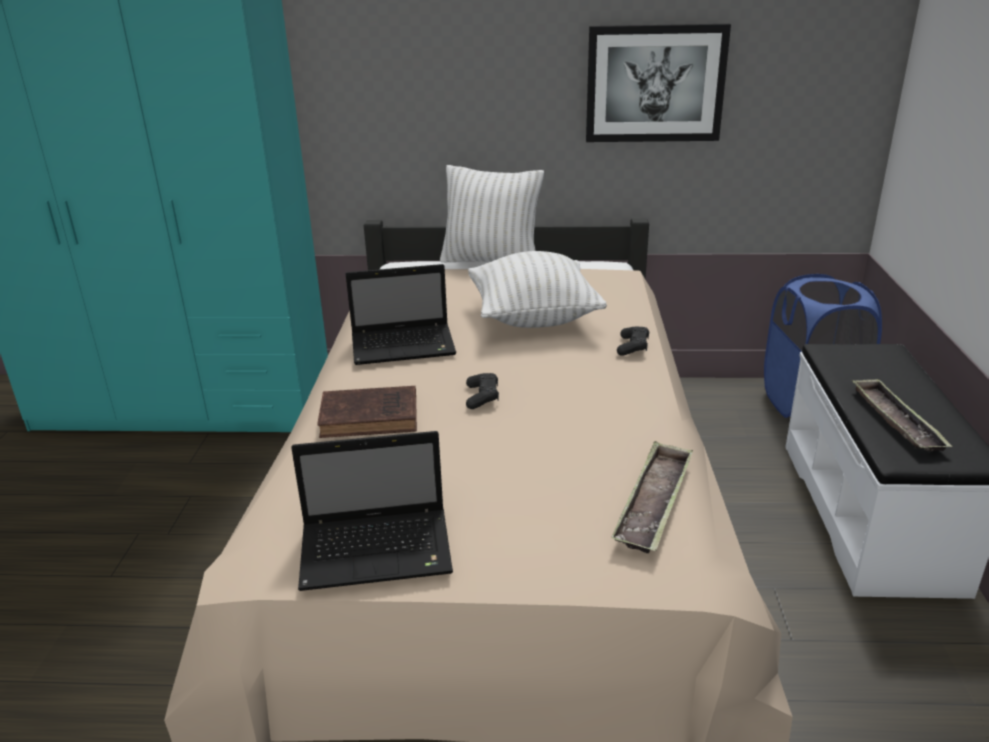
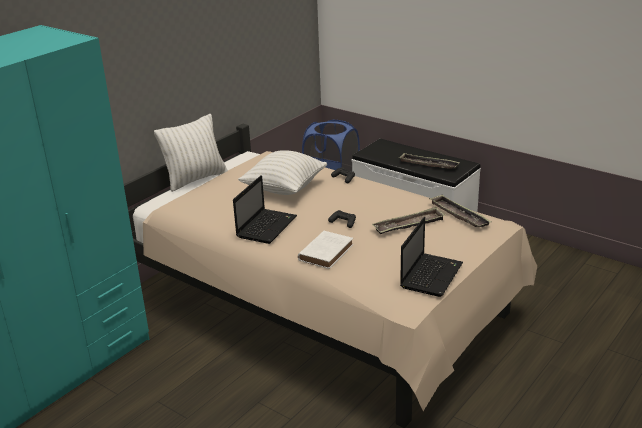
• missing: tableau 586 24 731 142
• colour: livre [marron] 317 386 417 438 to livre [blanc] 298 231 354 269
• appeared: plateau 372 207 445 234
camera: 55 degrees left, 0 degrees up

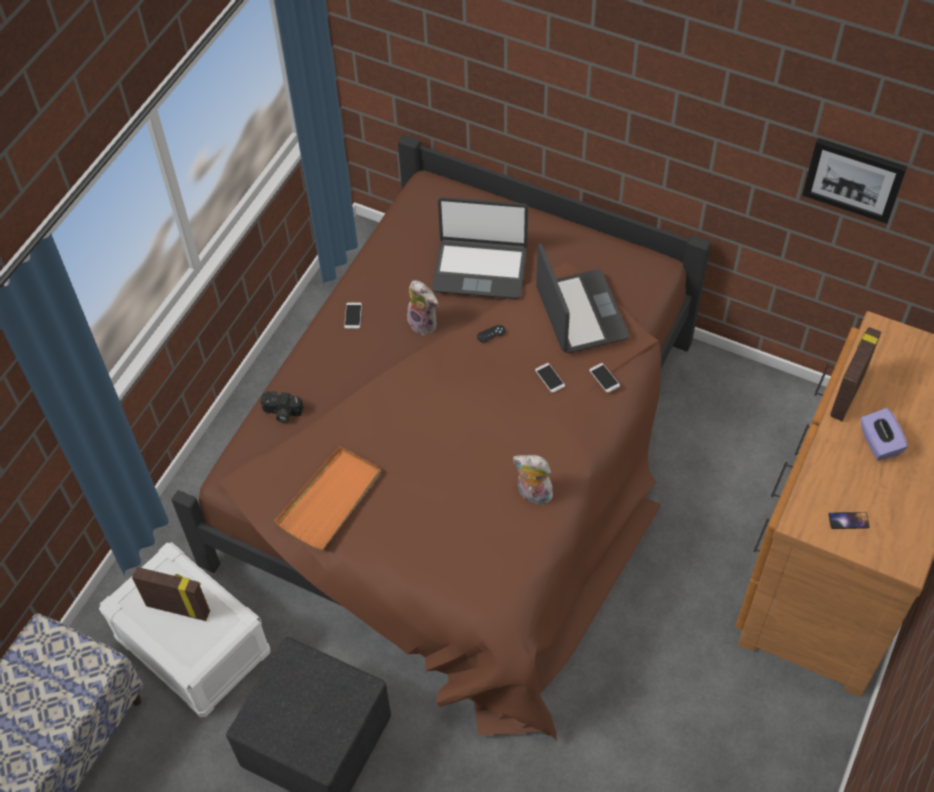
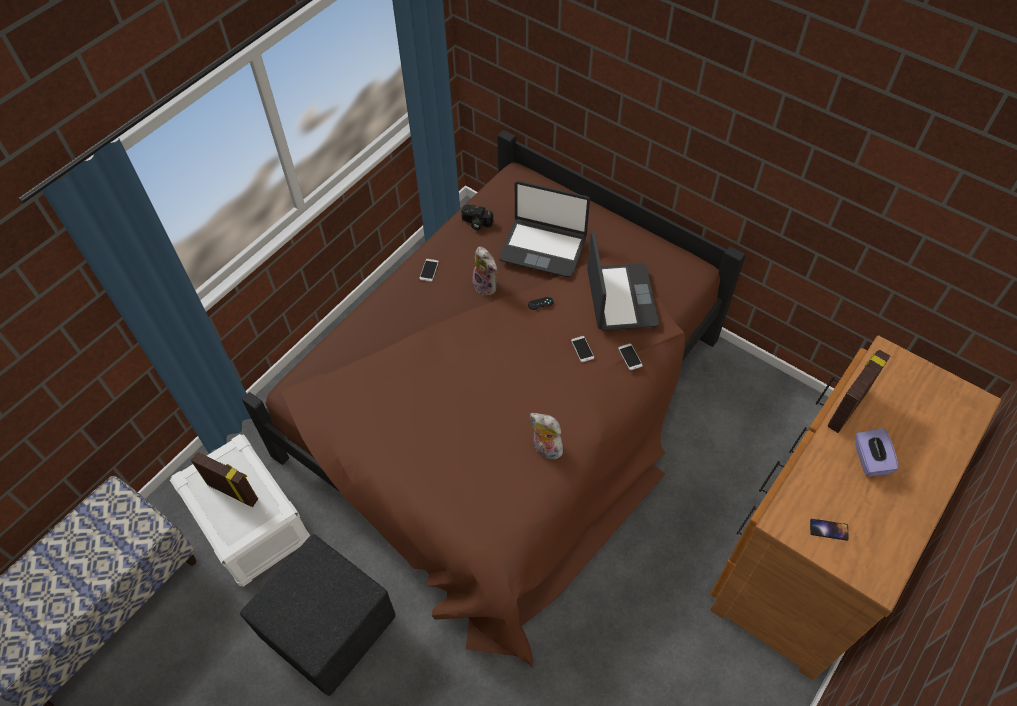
• missing: tableau 802 138 907 224
• relocated: appareil photo 260 391 303 423 to 461 204 494 230
• missing: plateau [orange] 275 446 381 550
camera: 10 degrees right, 0 degrees up

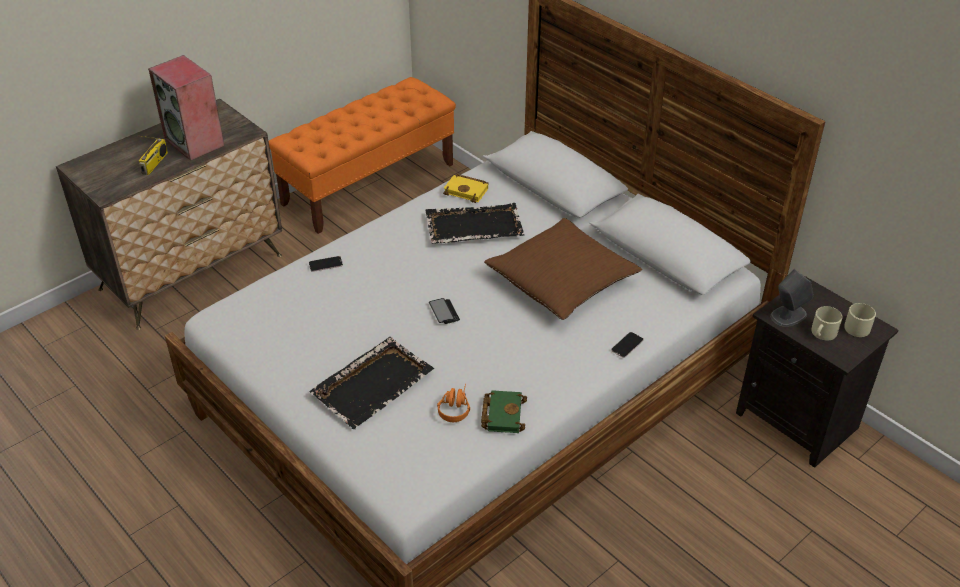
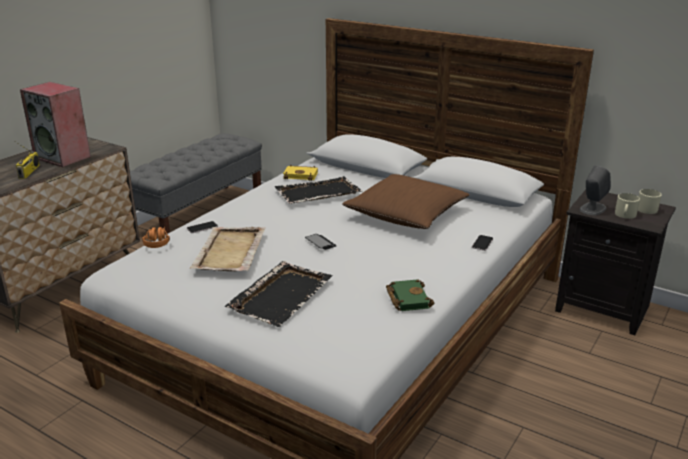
• colour: banc [orange] 269 77 456 234 to banc [gris] 130 133 262 235
• relocated: casque audio [orange] 437 384 470 422 to 142 226 170 248
• appeared: plateau [beige] 190 227 266 271
camera: 15 degrees left, 15 degrees down

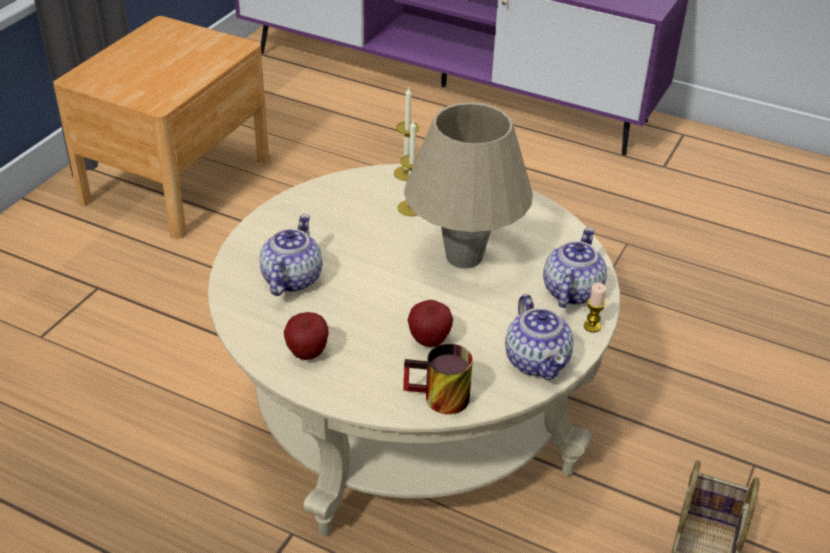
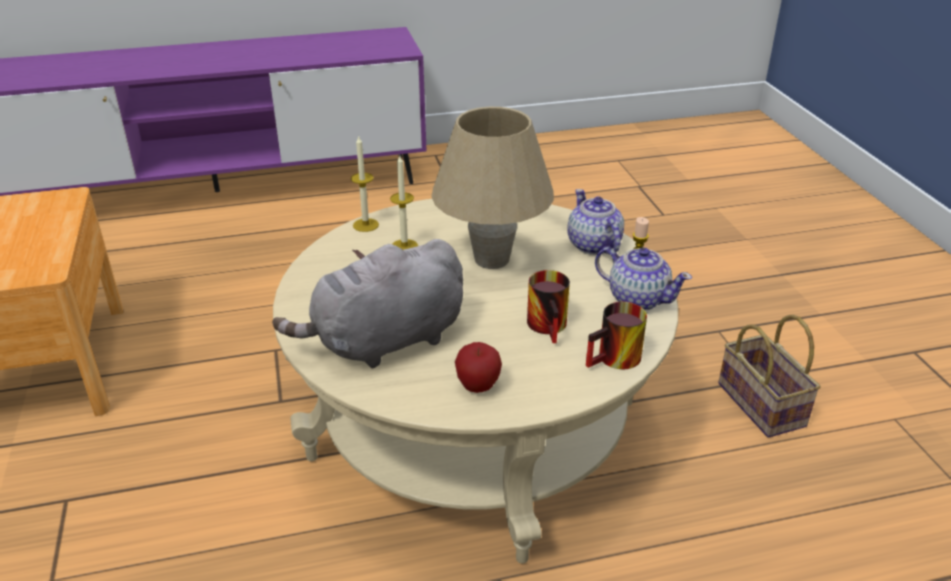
• exchanged: théière 259 214 323 296 to peluche [gris] 272 239 463 368
• exchanged: pomme 408 300 453 347 to mug 527 270 570 343
camera: 40 degrees left, 5 degrees down

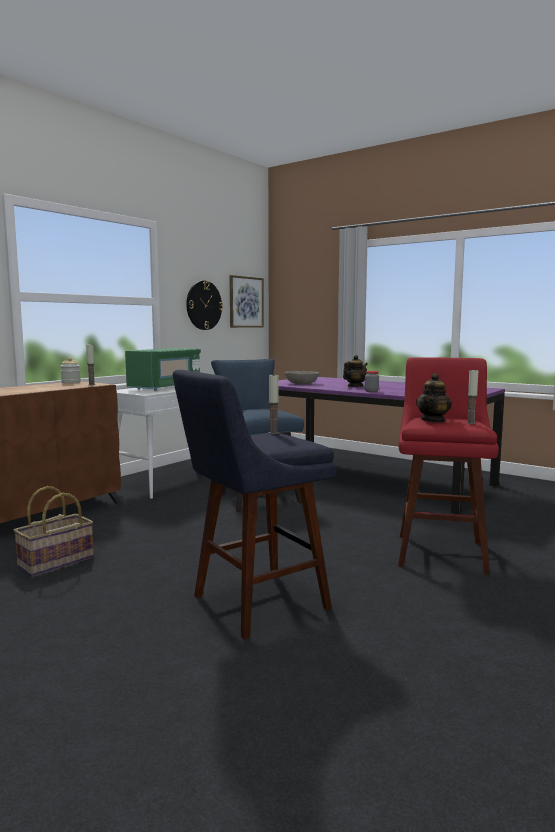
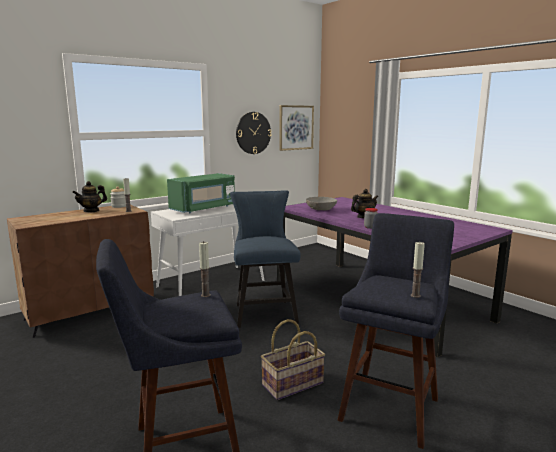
• colour: tabouret [rouge] 398 357 499 575 to tabouret [bleu] 337 213 454 449
• relocated: théière 416 373 452 423 to 72 181 107 213
• relocated: panier 13 486 94 576 to 261 319 325 400
camera: 15 degrees right, 5 degrees up

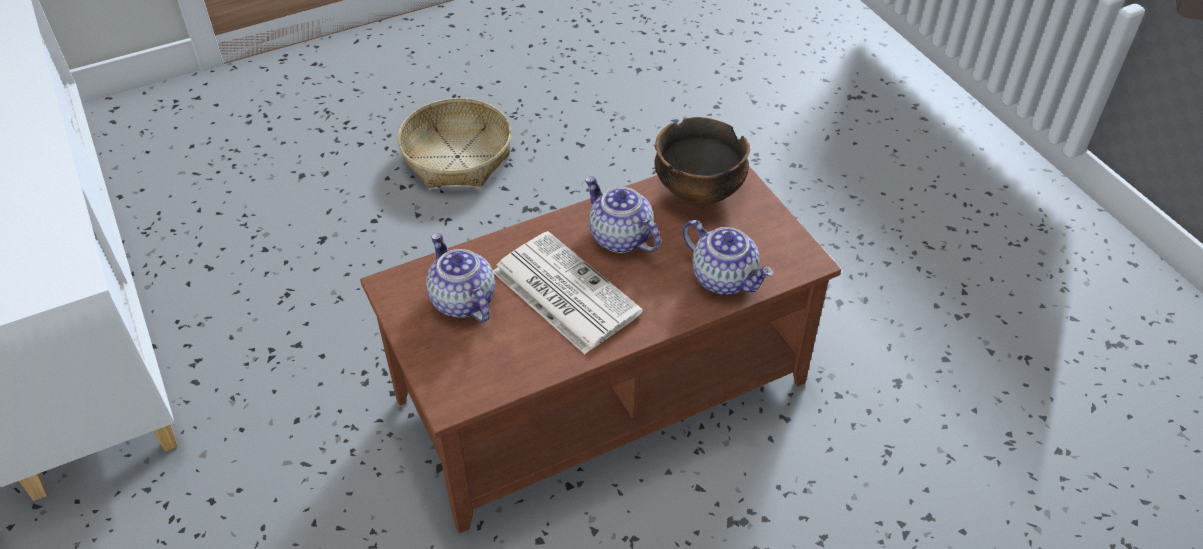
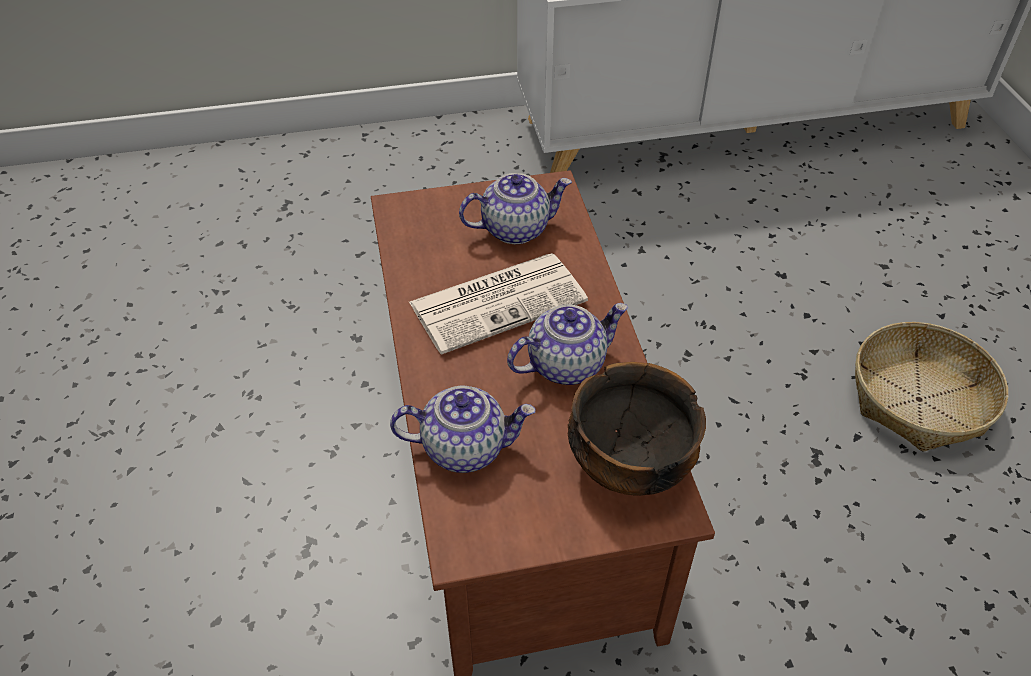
• spun: théière 682 220 774 295 = 390 386 535 473 150 degrees counterclockwise
camera: 105 degrees right, 0 degrees up

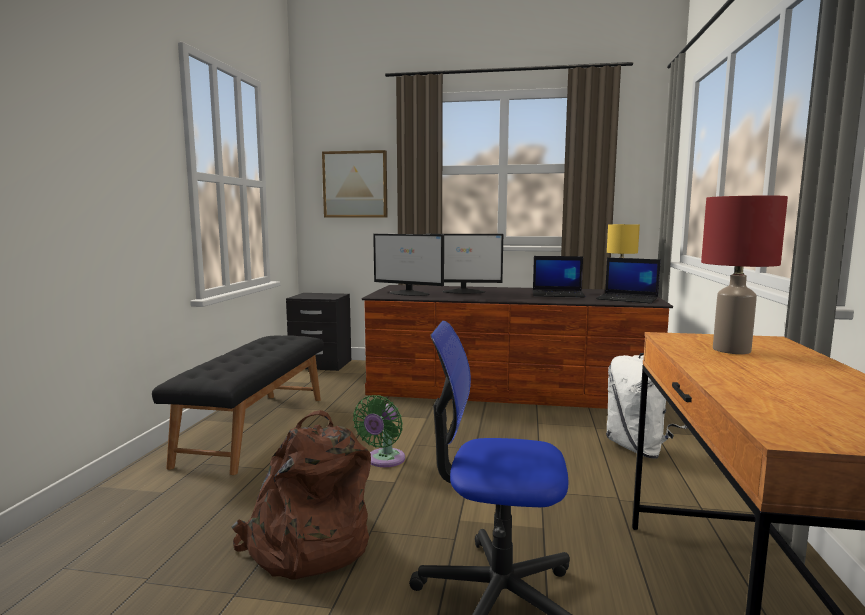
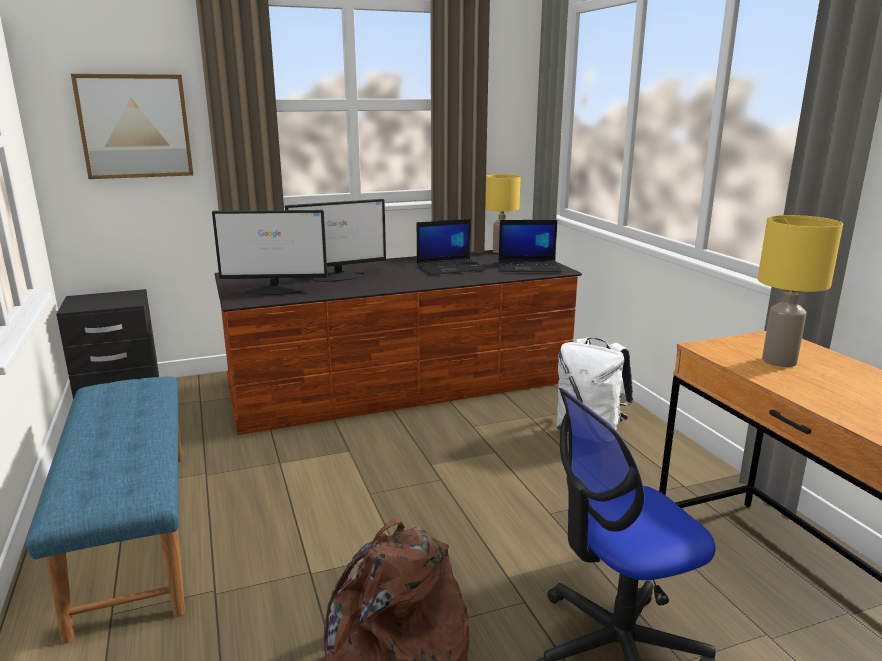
• colour: lampe de table [rouge] 701 196 788 354 to lampe de table [jaune] 757 215 843 367
• colour: banc [noir] 152 335 324 475 to banc [bleu] 26 376 185 643
• missing: ventilateur [vert] 353 395 405 467
camera: 30 degrees left, 10 degrees up

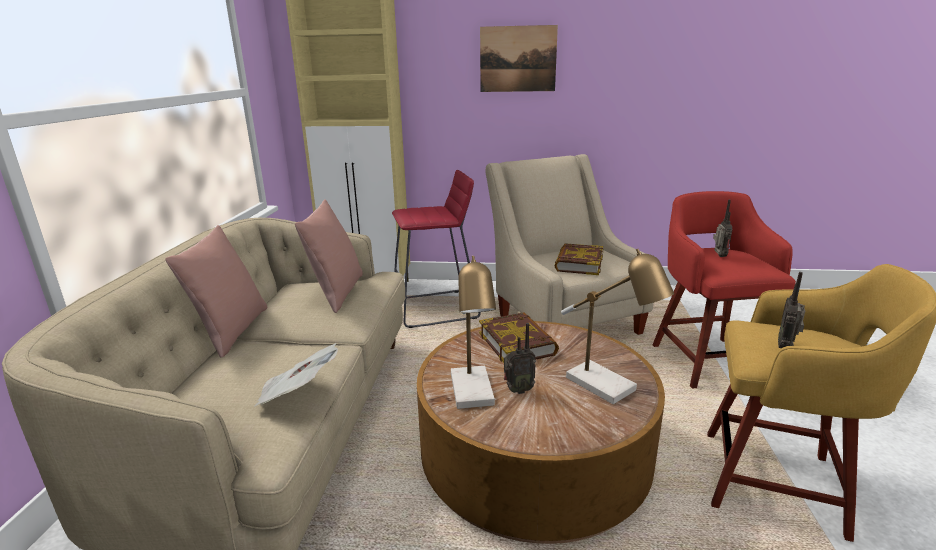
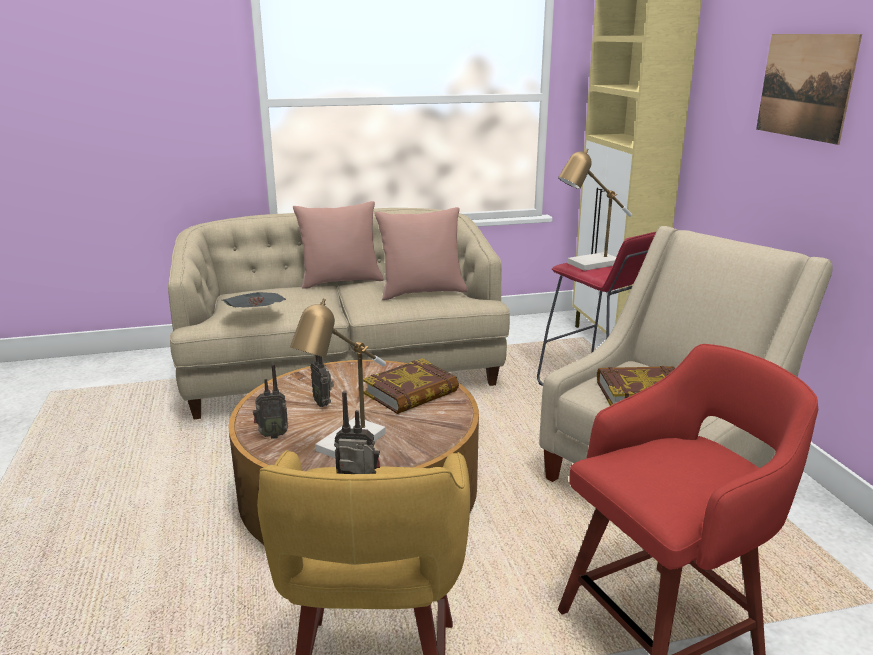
• relocated: radio 713 200 732 257 to 253 364 288 439
• relocated: lampe de table 451 256 496 409 to 558 149 632 271
camera: 70 degrees right, 0 degrees up

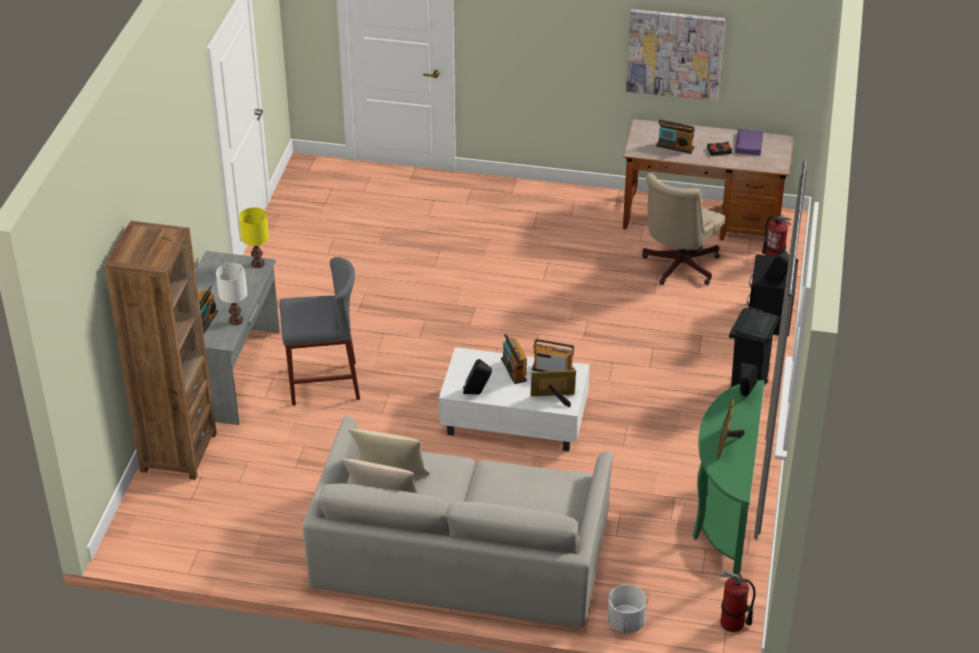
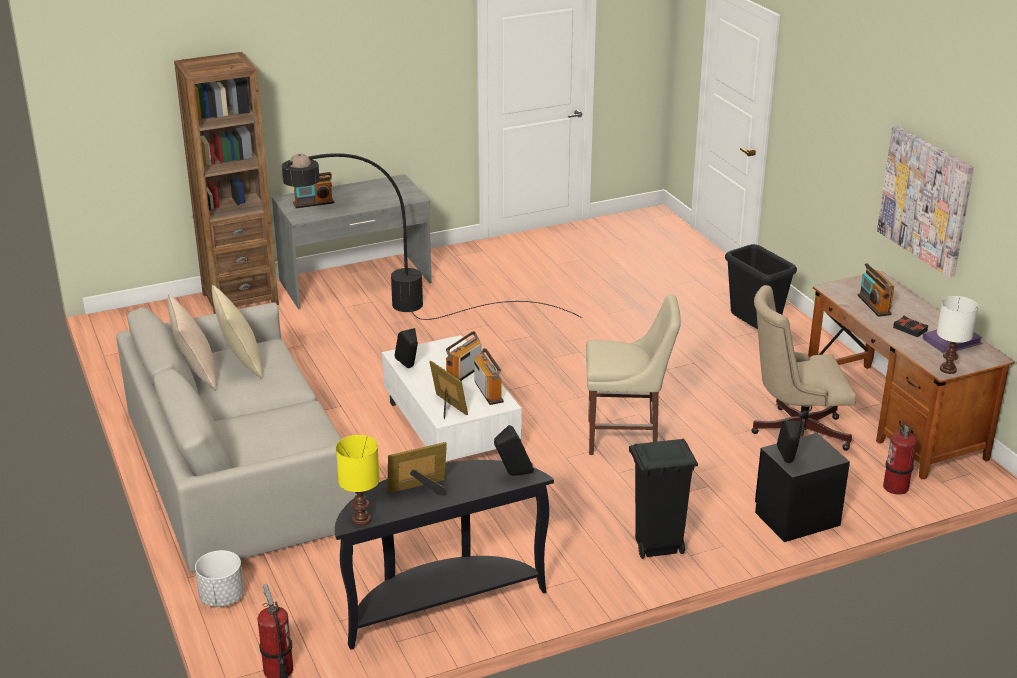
• relocated: lampe de table [jaune] 239 207 269 268 to 336 435 380 526
• exchanged: tabouret [gris] 280 257 360 405 to lampadaire [noir] 282 153 583 320
• relocated: lampe de table [blanc] 216 263 247 325 to 937 296 978 374
• colour: table console [vert] 693 380 764 574 to table console [noir] 335 460 554 650
• appeared: poubelle [noir] 725 244 797 329
• appeared: chaise [beige] 586 294 681 455
camera: 55 degrees right, 10 degrees down

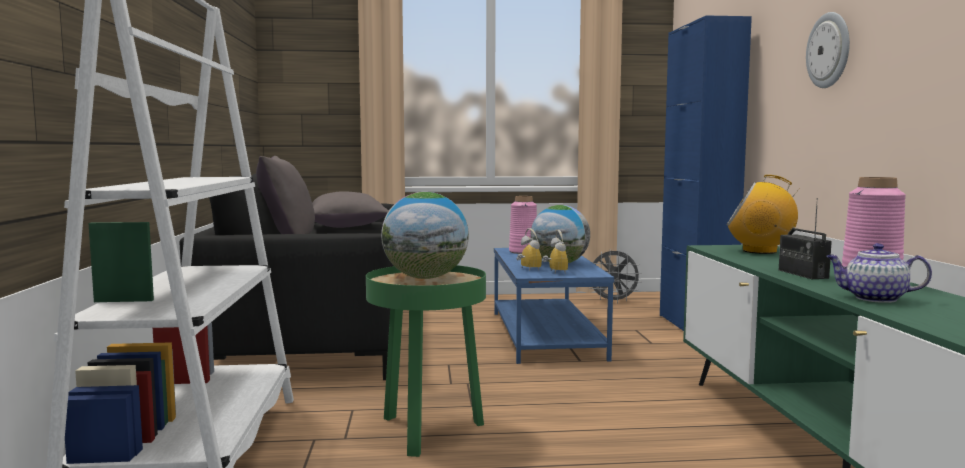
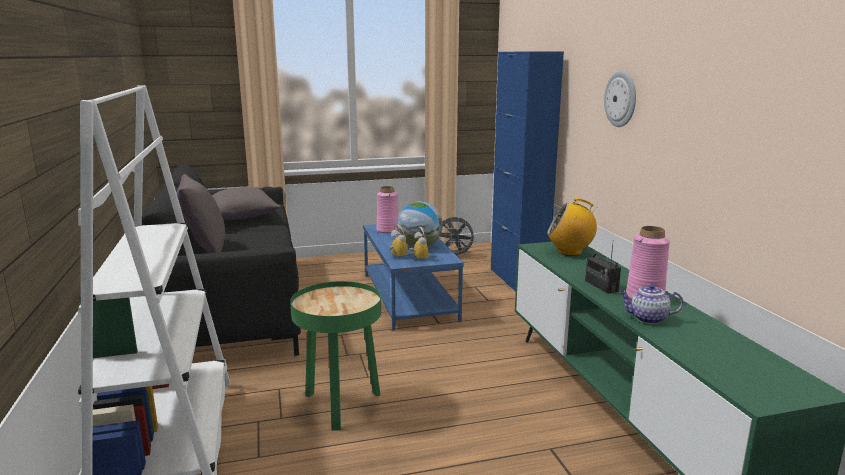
• missing: globe 381 192 469 279
camera: 10 degrees left, 10 degrees up

